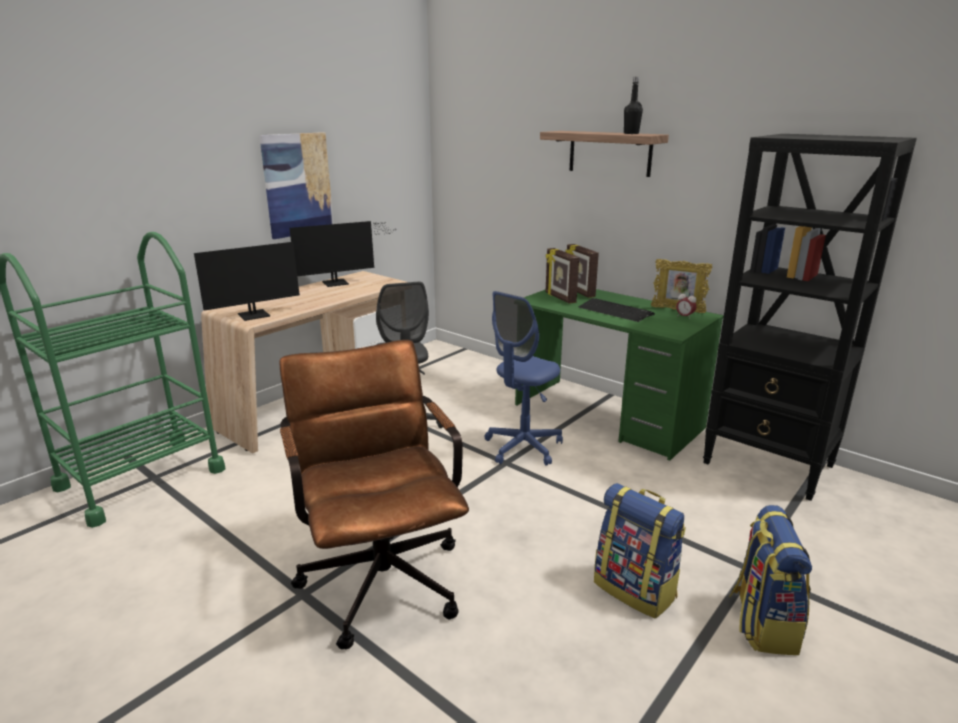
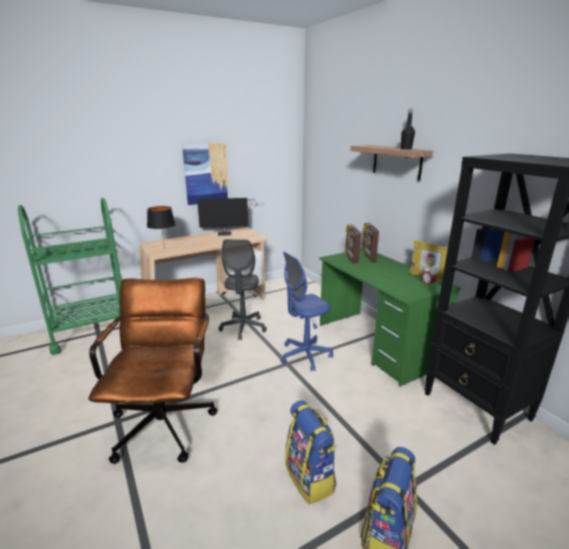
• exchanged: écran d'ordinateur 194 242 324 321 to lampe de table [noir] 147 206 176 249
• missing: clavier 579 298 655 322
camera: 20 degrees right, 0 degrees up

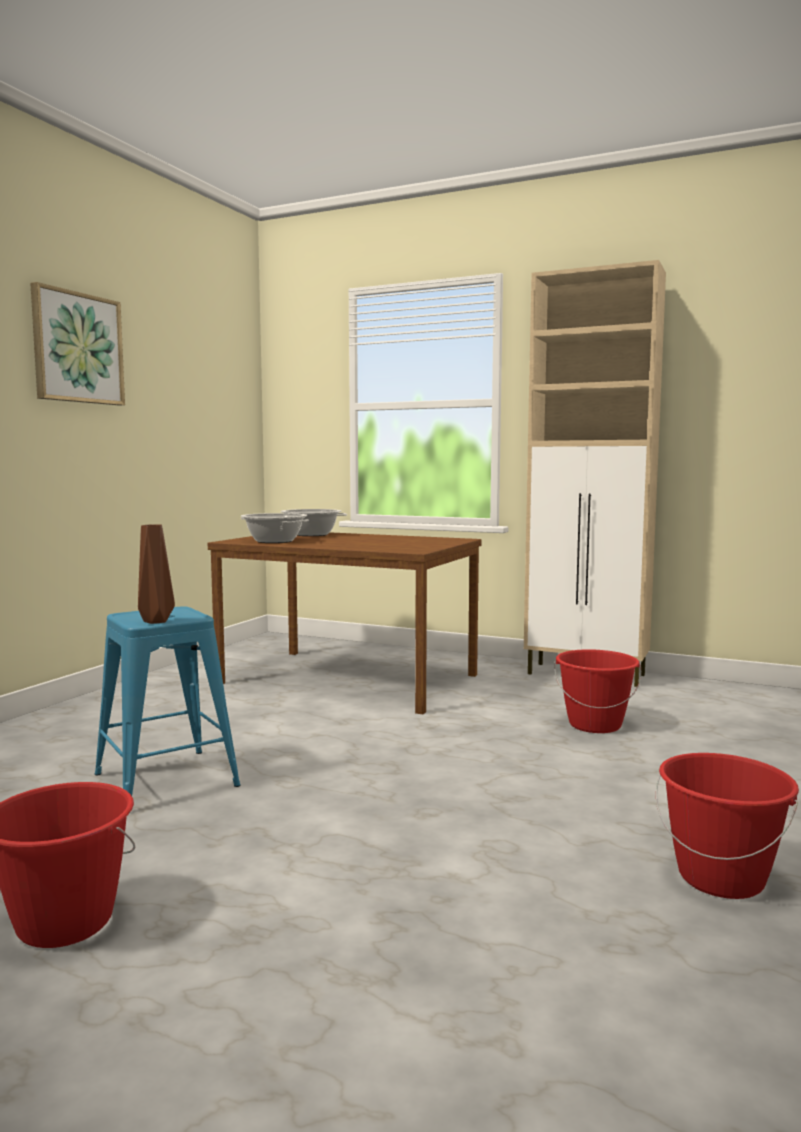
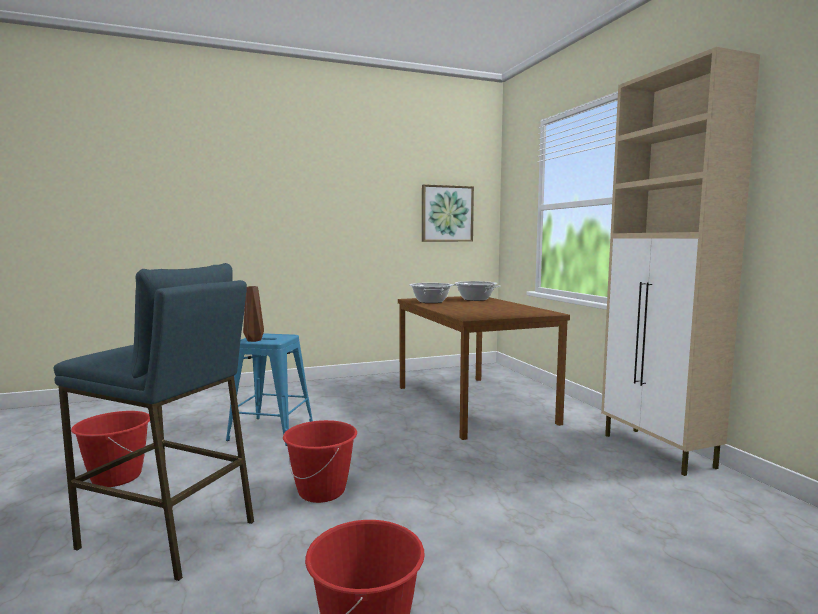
• relocated: tableau 30 282 125 405 to 422 184 474 242
• relocated: seau [rouge] 554 649 641 733 to 283 420 357 503
• appeared: tabouret [bleu] 54 263 254 581
camera: 45 degrees right, 0 degrees up

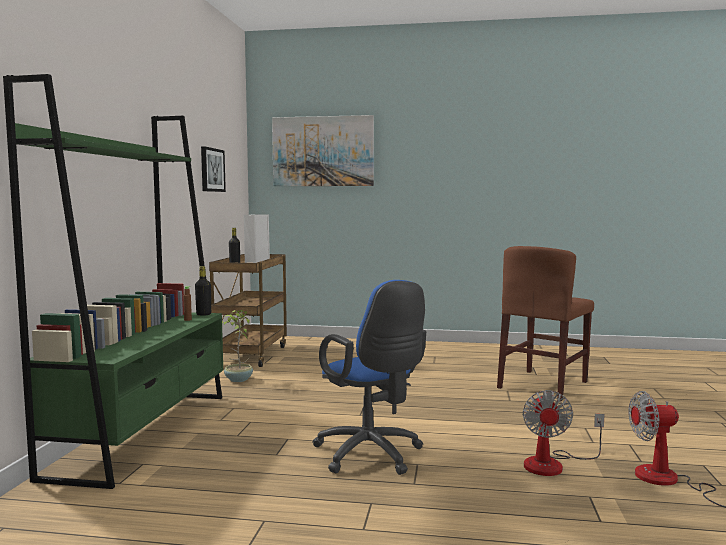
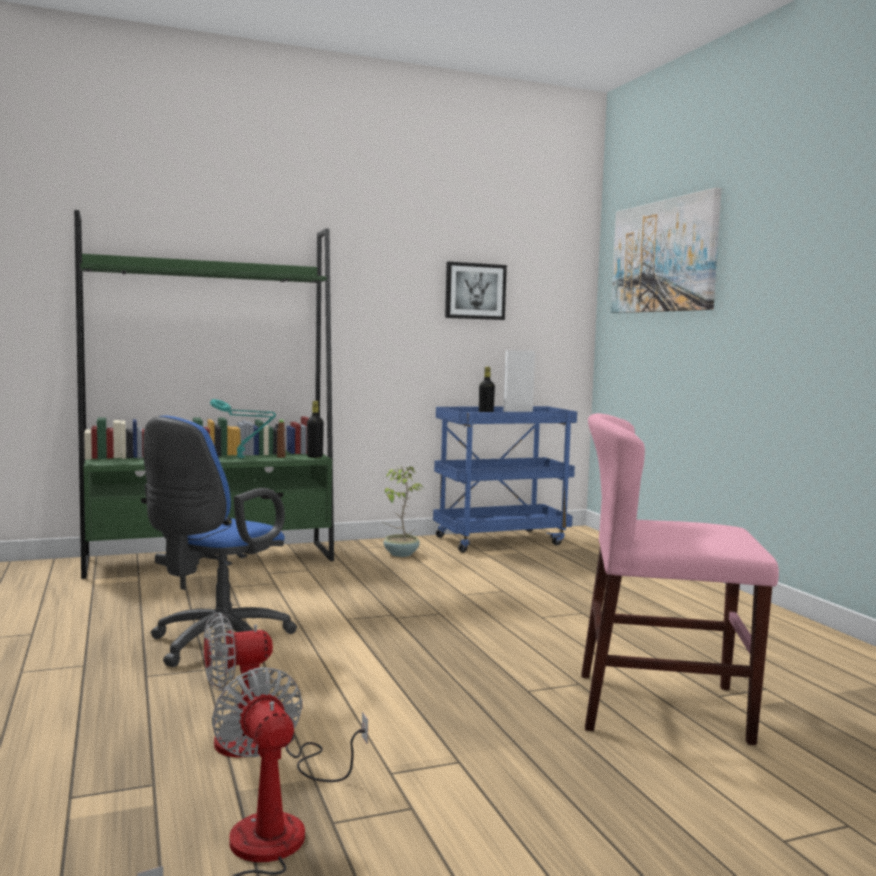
• colour: chaise [marron] 497 246 594 401 to chaise [rose] 581 413 779 745
• colour: chariot [marron] 209 254 287 367 to chariot [bleu] 433 406 577 553
• appeared: lampe de table [turquoise] 210 399 276 458
camera: 60 degrees right, 0 degrees up

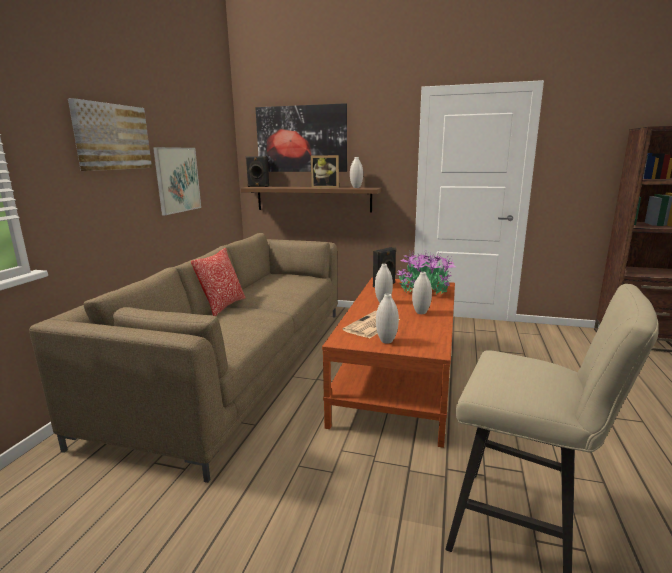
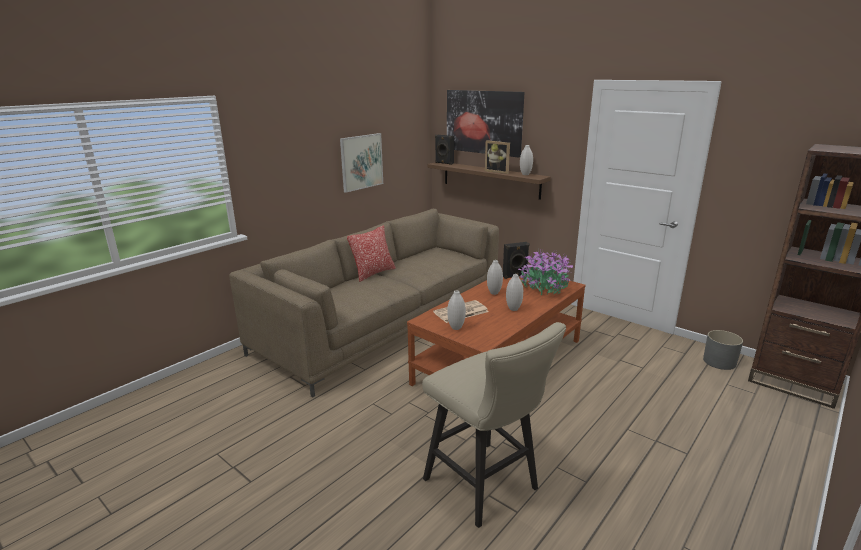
• missing: tableau 68 98 152 171
• appeared: cache-pot [gris] 703 330 743 370
camera: 25 degrees right, 5 degrees up

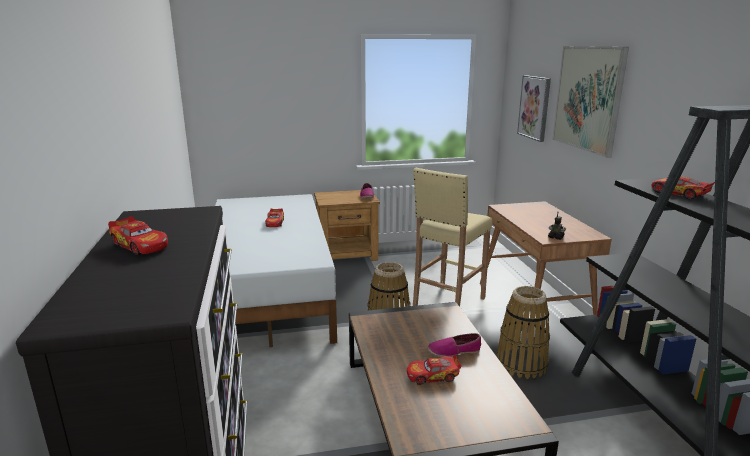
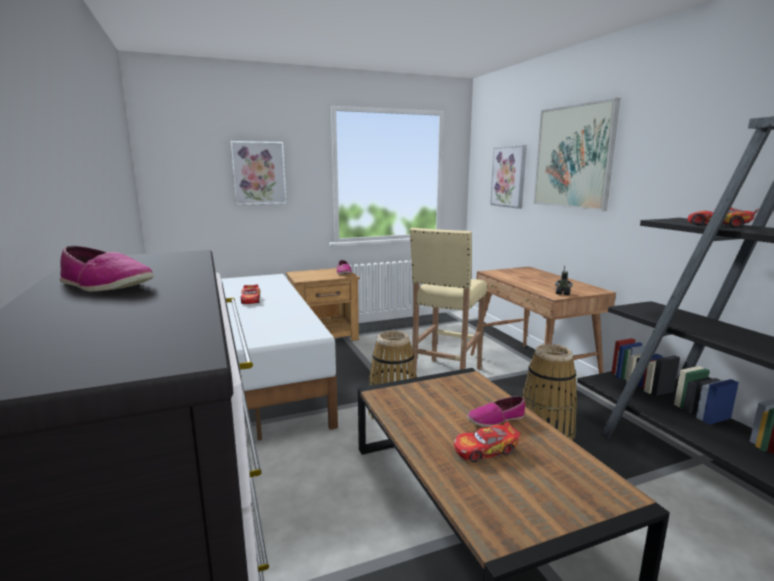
• exchanged: petite voiture 108 216 168 255 to chaussure 60 246 154 292
• appeared: tableau 230 141 286 205
camera: 10 degrees left, 5 degrees down

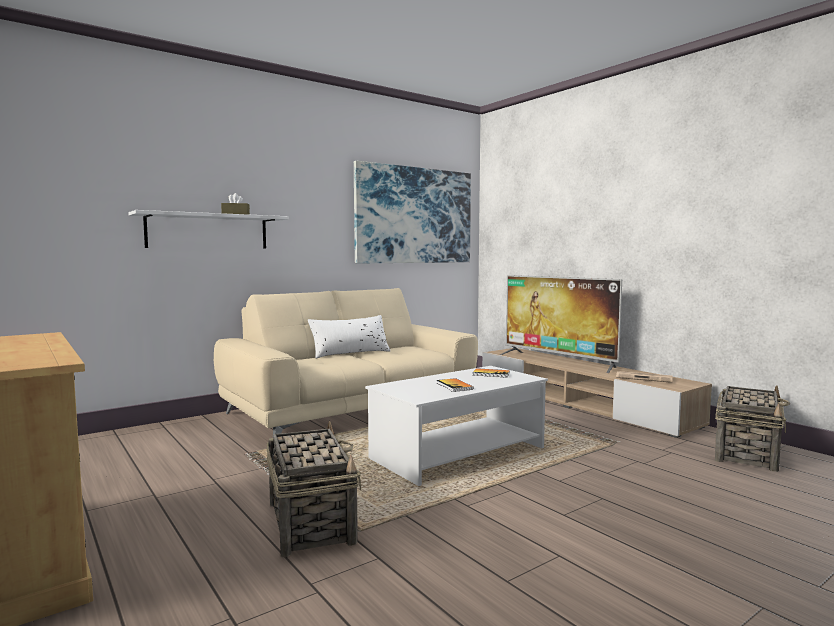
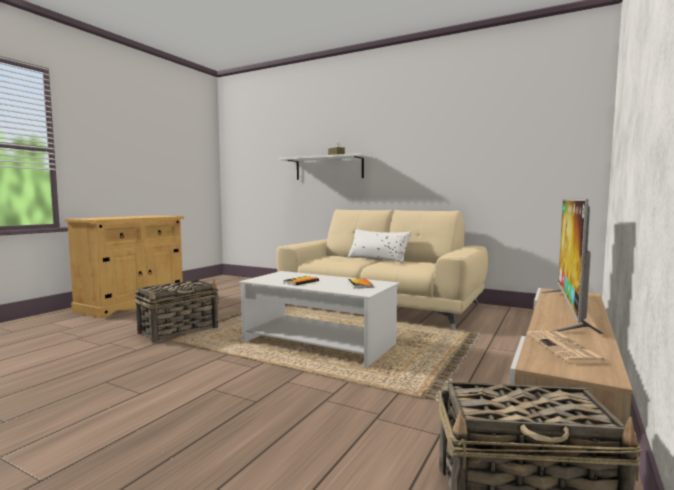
• missing: tableau 354 161 471 263
camera: 65 degrees right, 0 degrees up

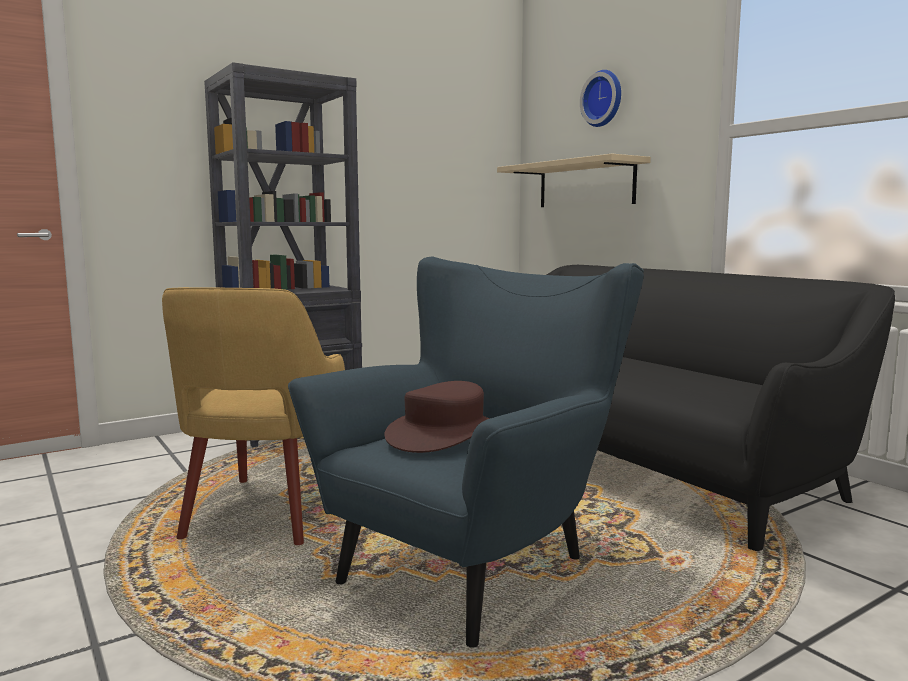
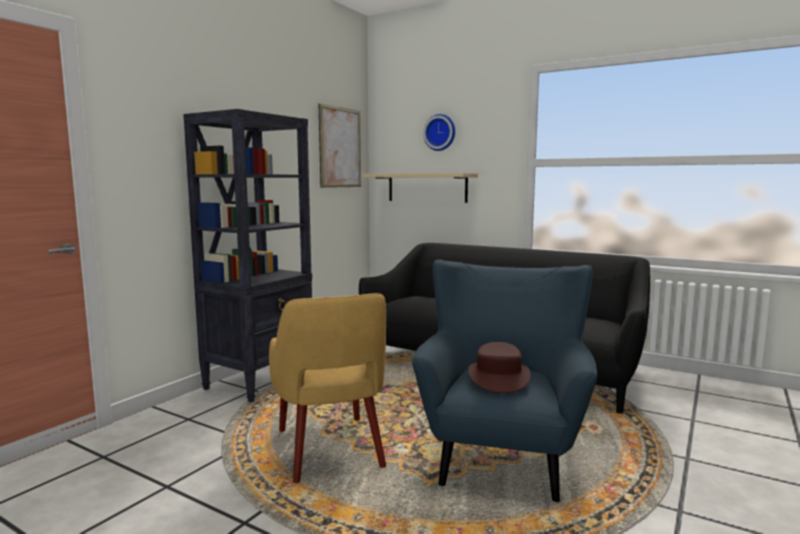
• appeared: tableau 318 103 361 188
camera: 25 degrees left, 0 degrees up

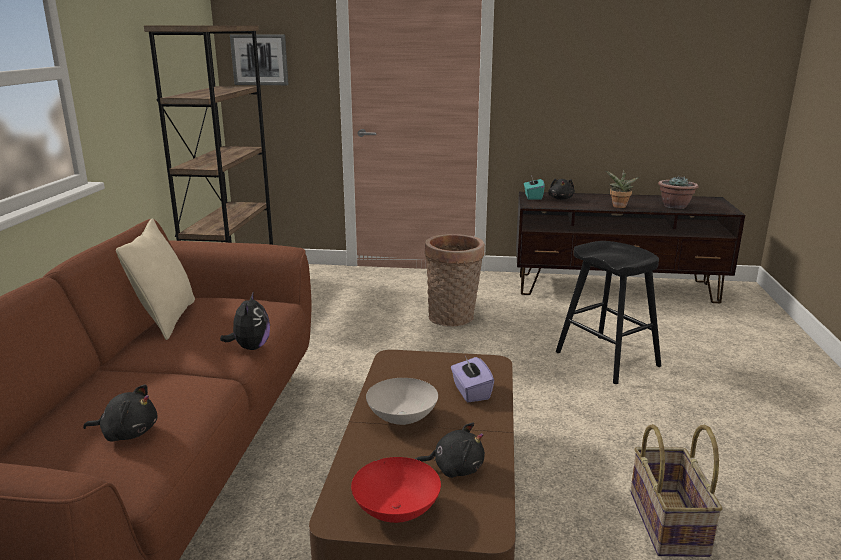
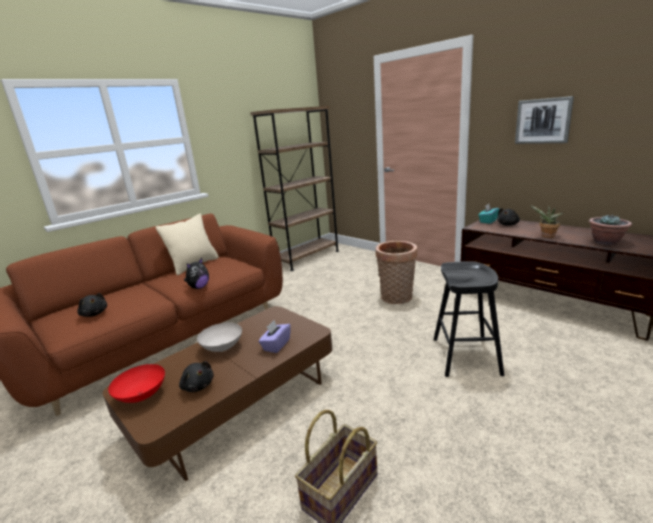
• relocated: tableau 230 34 288 85 to 515 96 574 144
camera: 40 degrees right, 0 degrees up

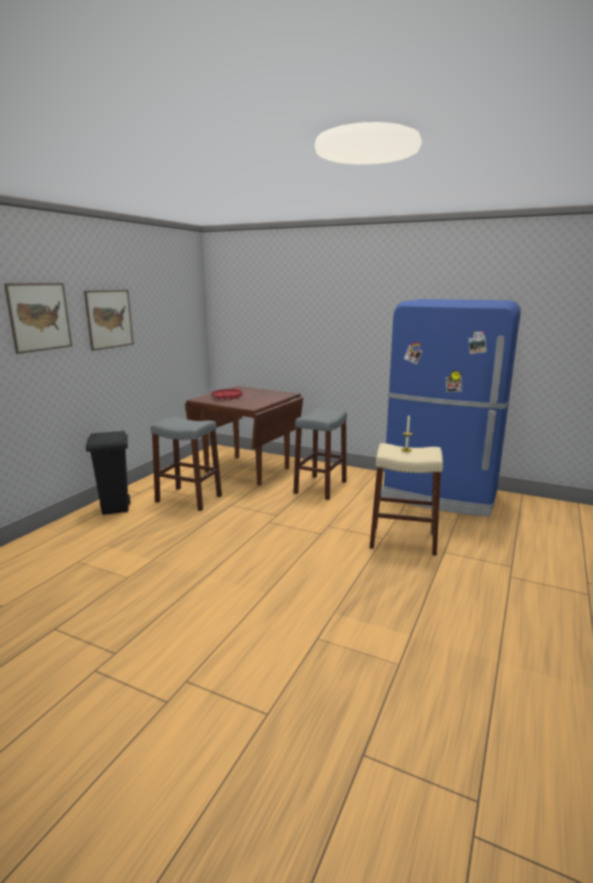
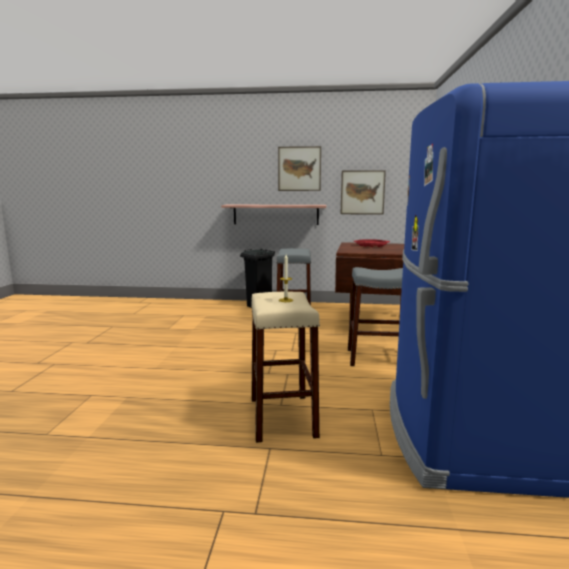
• relocated: tableau 4 283 72 354 to 341 170 386 215
• appeared: étagère 221 205 326 225
camera: 70 degrees right, 5 degrees down

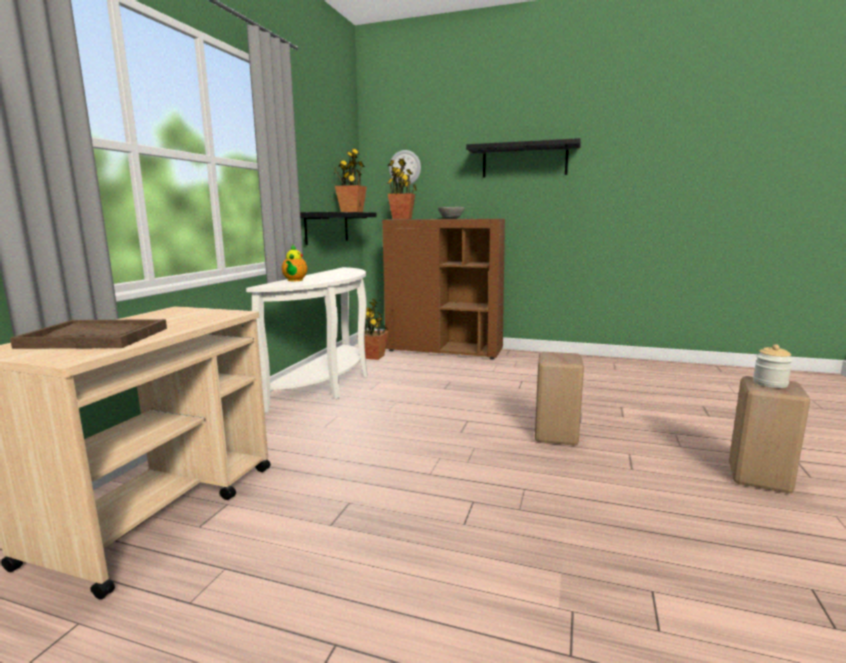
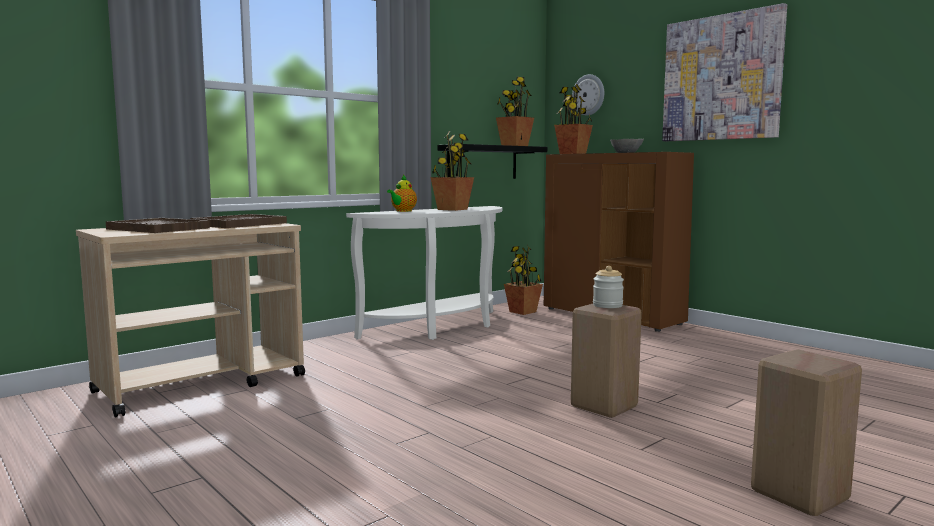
• exchanged: étagère [noir] 466 138 581 178 to tableau 662 3 787 141
• relocated: bocal 753 344 793 388 to 593 266 624 308
• appeared: plante en pot 431 131 474 211
• appeared: plateau [marron] 190 214 287 228
camera: 30 degrees right, 5 degrees down

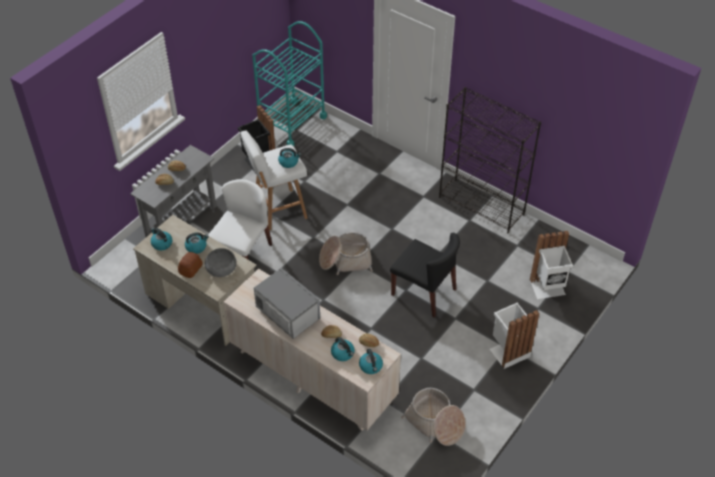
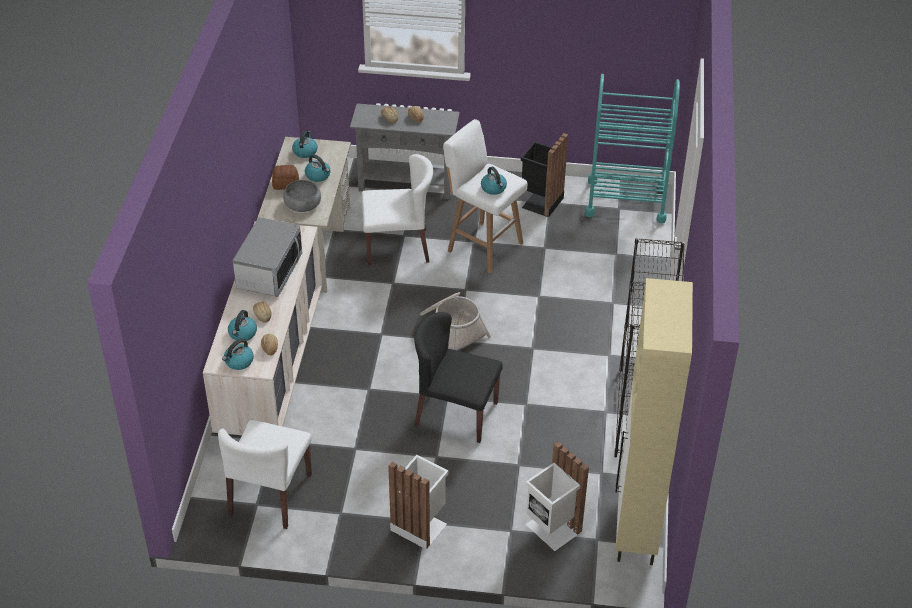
• spun: chaise [noir] 390 233 460 318 = 414 312 503 443 105 degrees clockwise
• exchanged: panier 401 388 466 446 to chaise [blanc] 218 420 312 529
• appeared: meuble de rangement [beige] 615 278 693 565
camera: 60 degrees right, 5 degrees down

